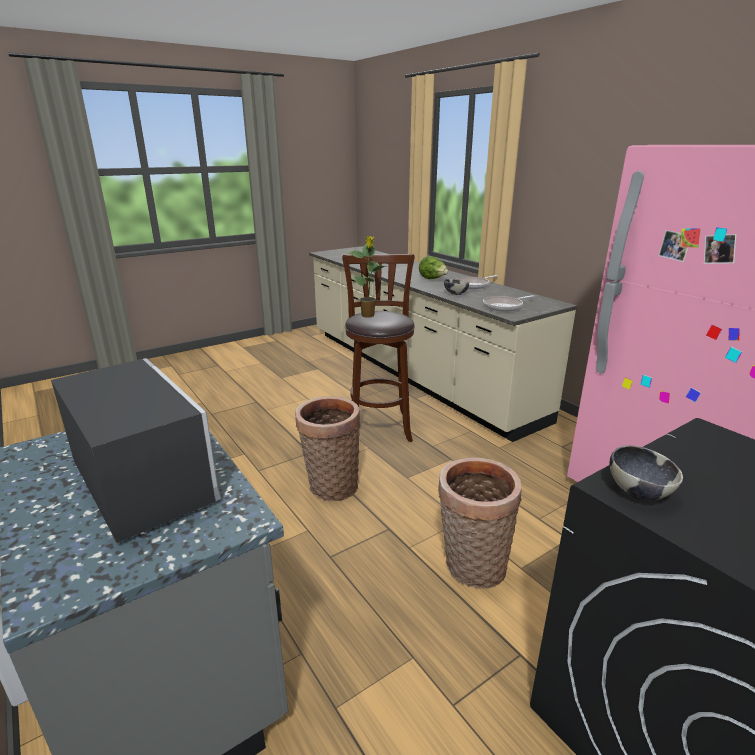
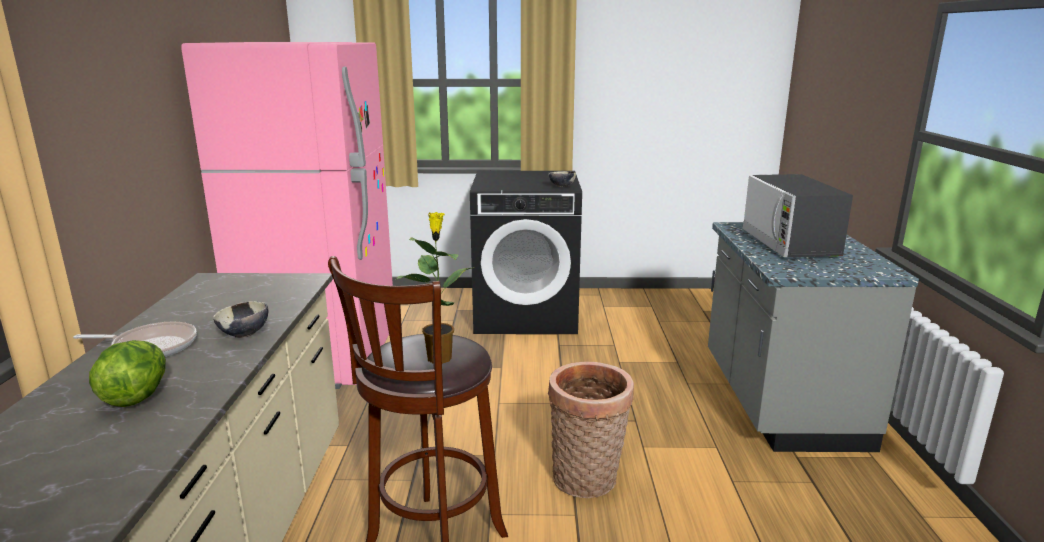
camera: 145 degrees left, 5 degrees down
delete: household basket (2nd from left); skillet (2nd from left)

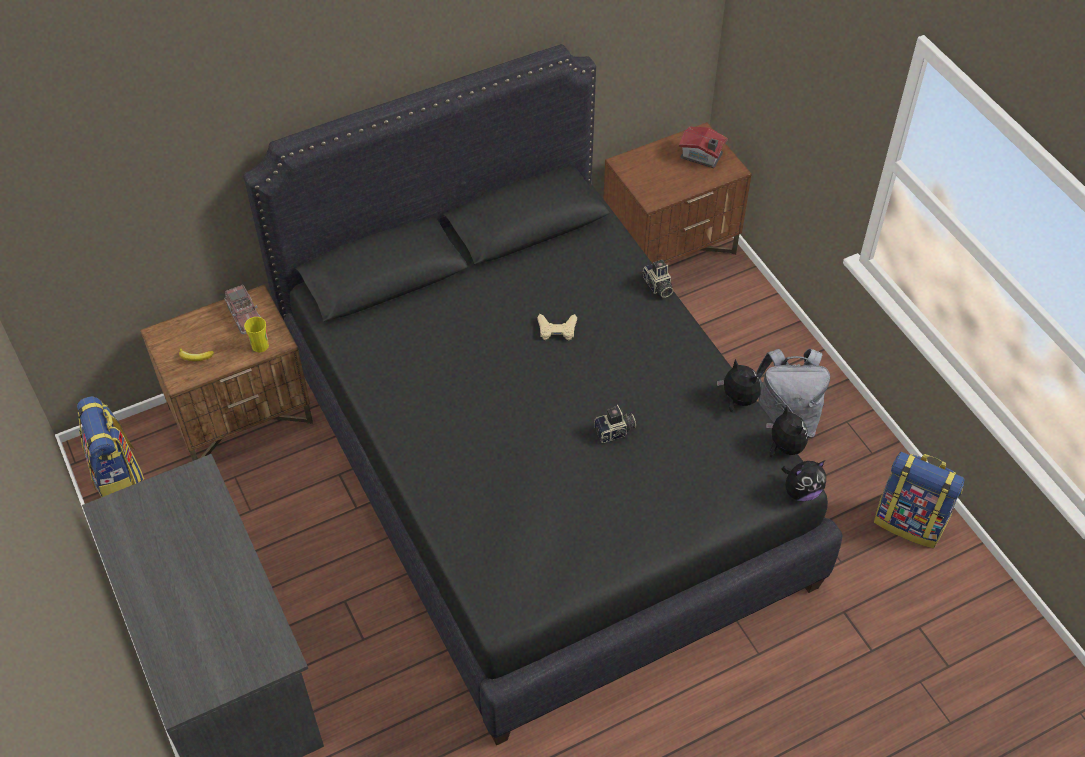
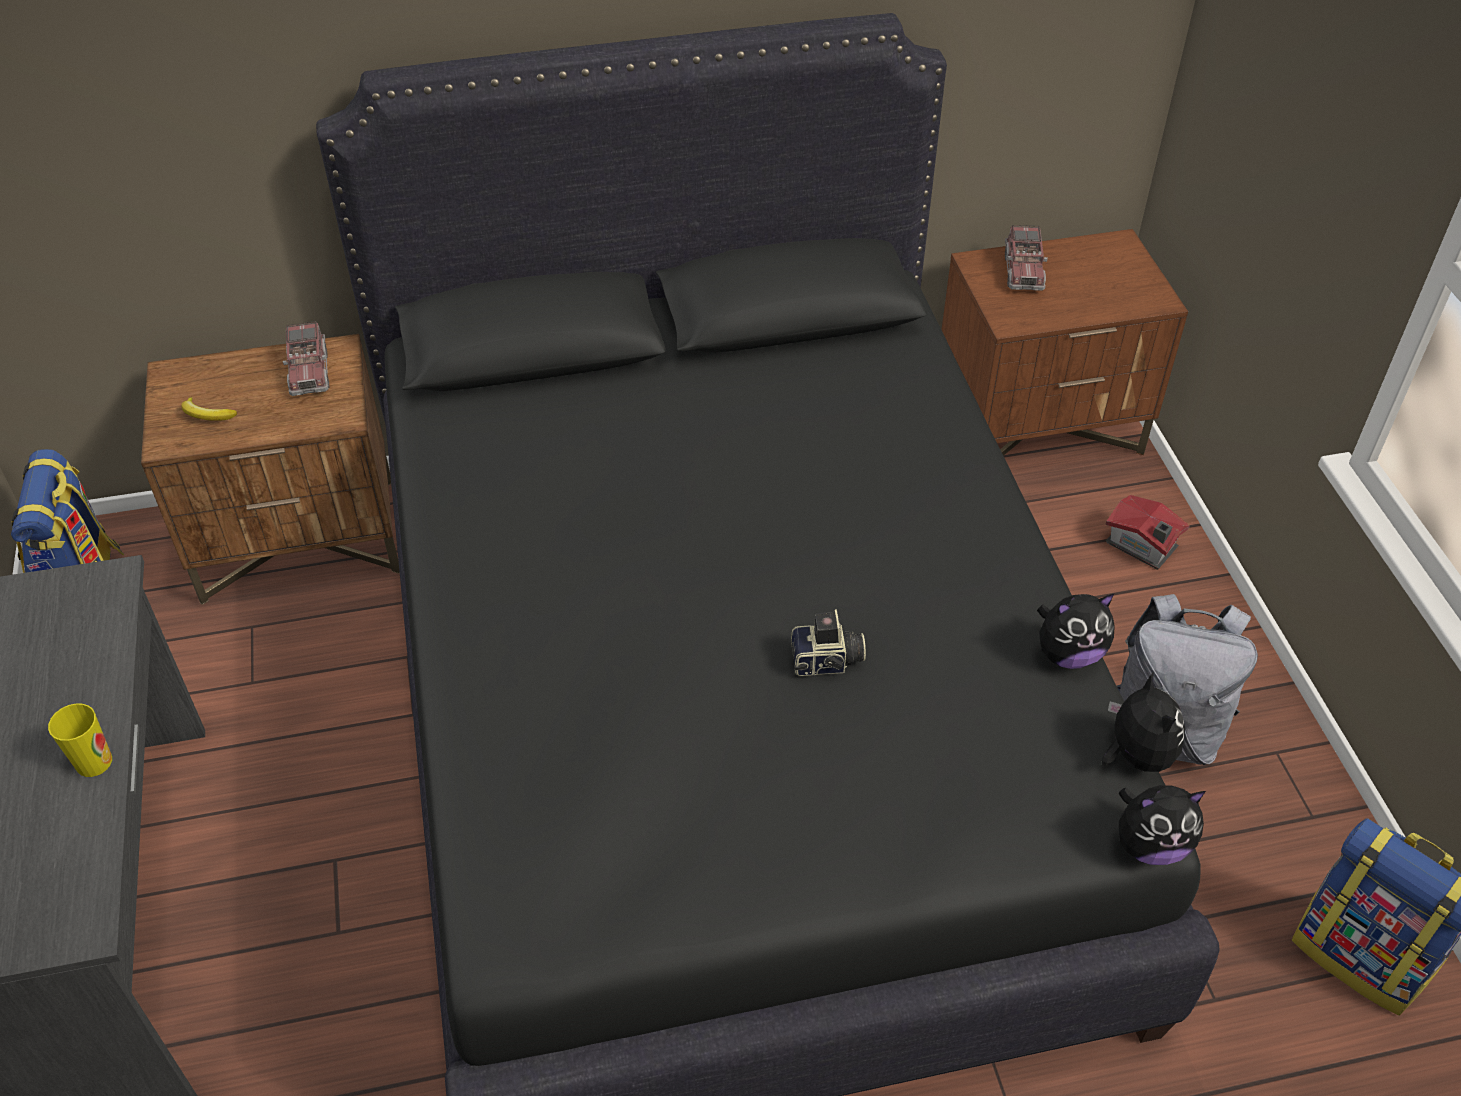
camera: 15 degrees right, 5 degrees down
delete: gamepad (sand-coloured); still camera (2nd from left)
insert: toy lorry (2nd from left)
move: drinking cup; model house
rotate: soft toy (1st from left) 105 degrees clockwise

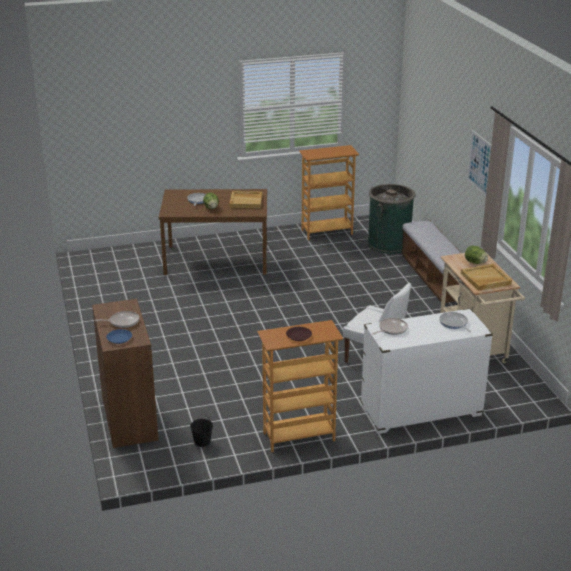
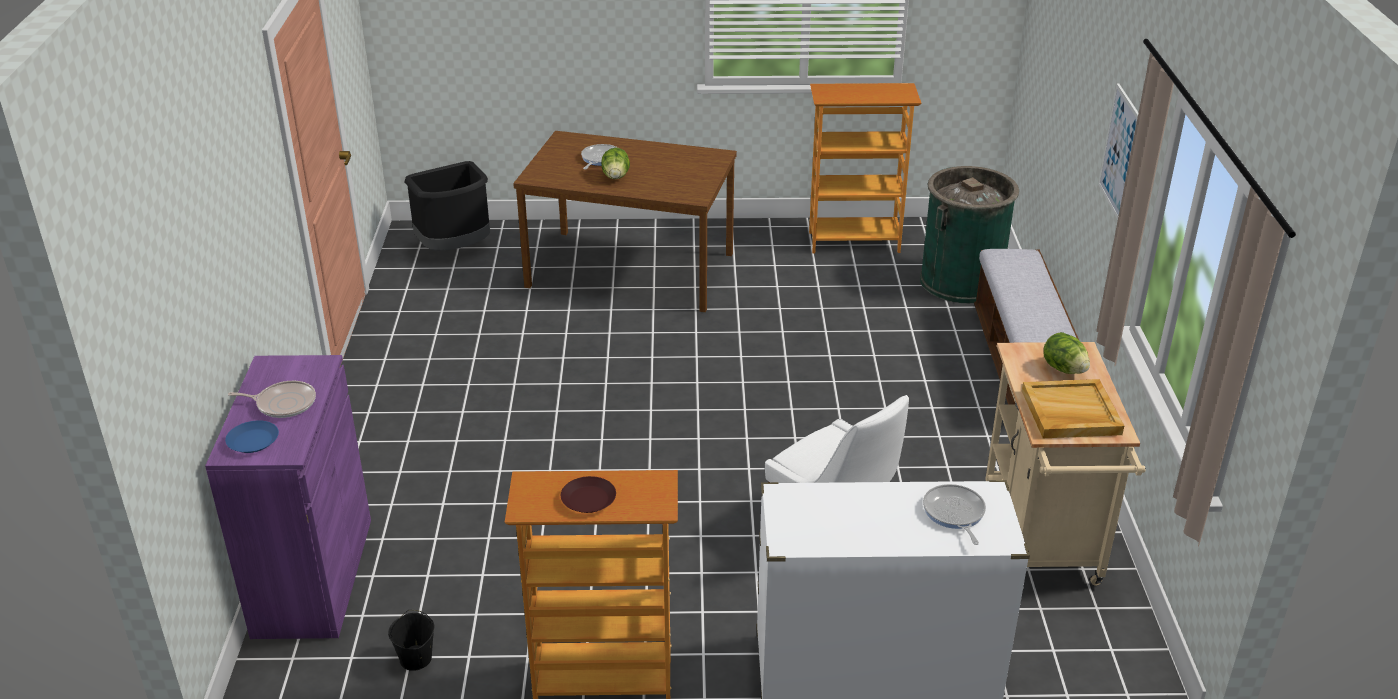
camera: 15 degrees right, 5 degrees up
delete: serving tray (sand-coloured) (1st from left); skillet (3rd from left)
insert: waste bin (black)
recolor: cupboard (brown-coloured) to cupboard (purplish)

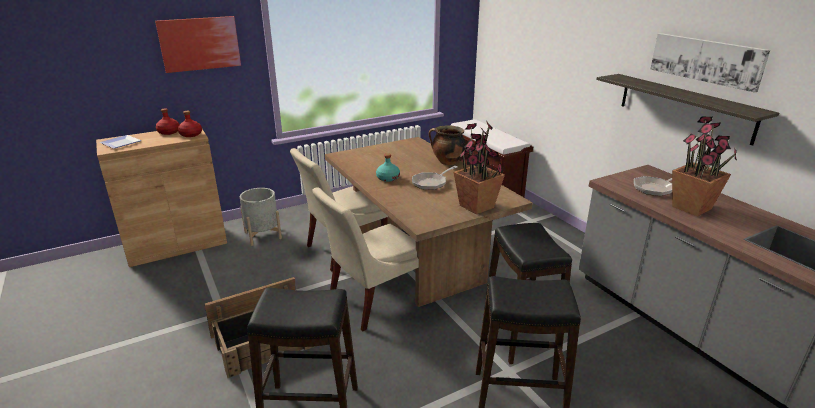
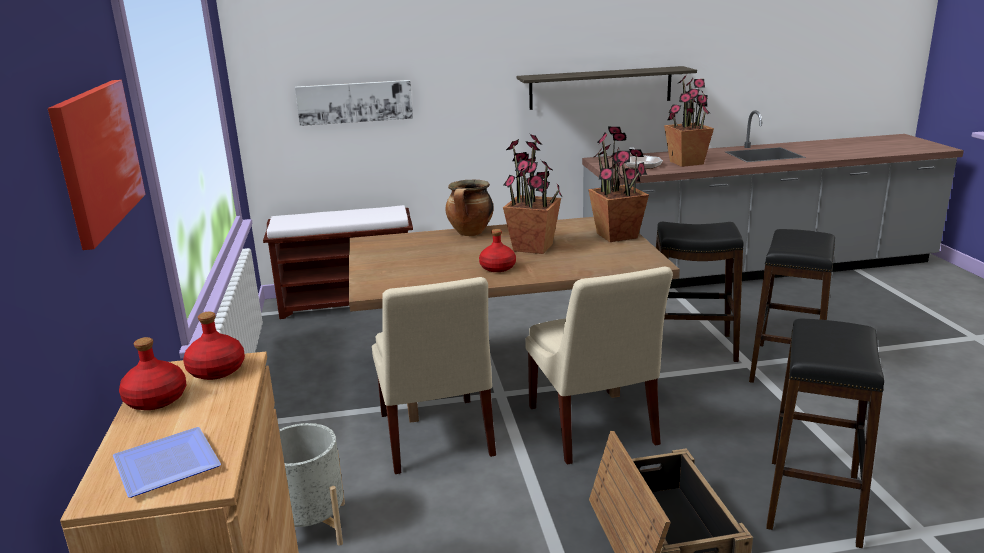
camera: 70 degrees left, 5 degrees down
move: wall art (2nd from left)
replace: skillet (1st from left) to houseplant (1st from left)
recolor: bottle (turquoise-coloured) to bottle (red-coloured) (3rd from left)

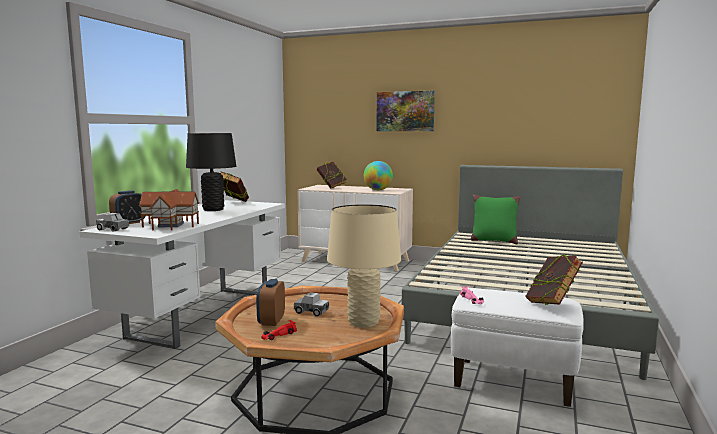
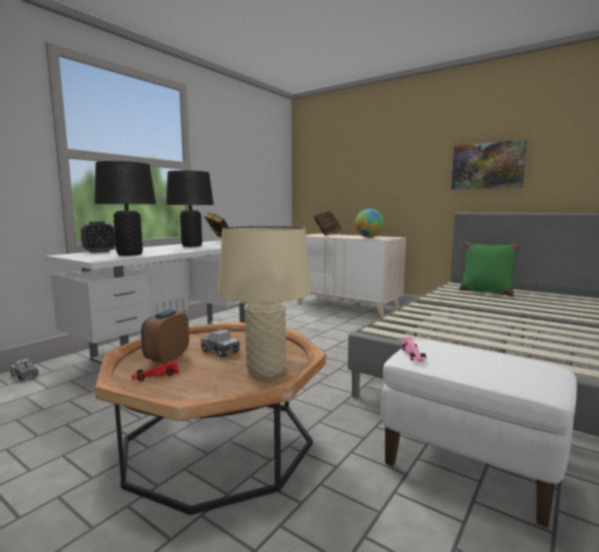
camera: 15 degrees right, 0 degrees up
delete: volume (3rd from left)
move: toy lorry (1st from left); wall art
replace: model house to tabletop lamp (black) (1st from left)

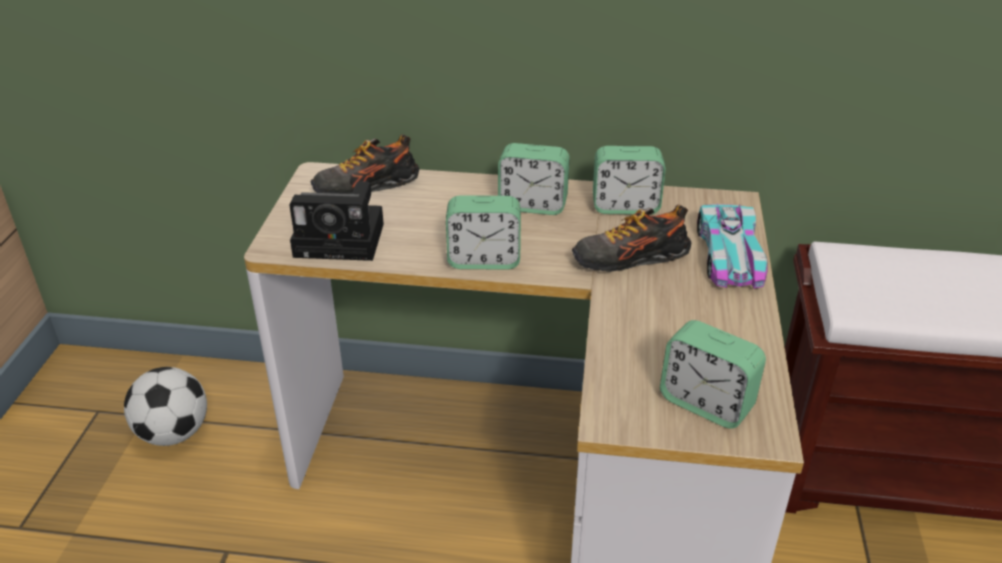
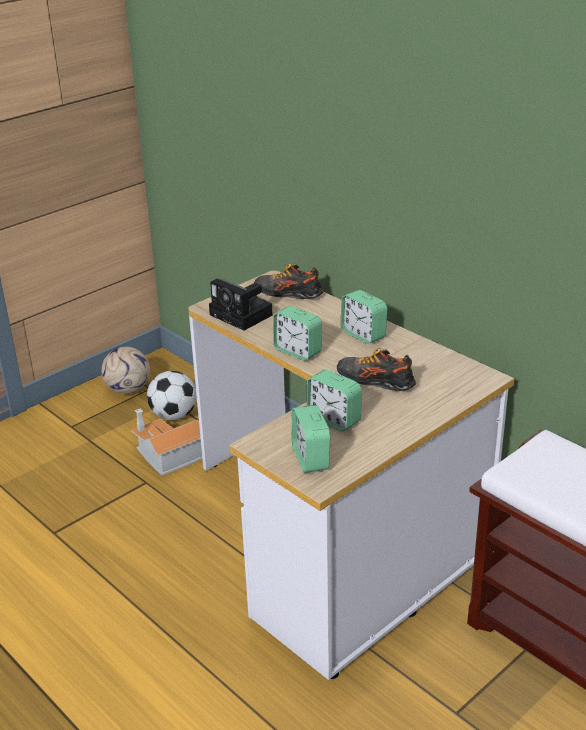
camera: 40 degrees right, 5 degrees down
delete: miniature car
insert: ball for football (1st from left); model house
move: bedside clock (3rd from left)

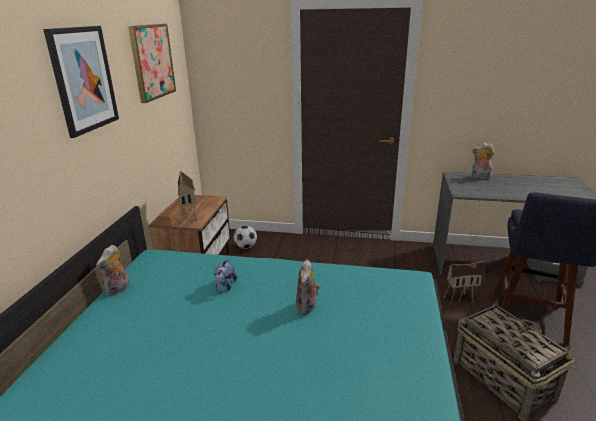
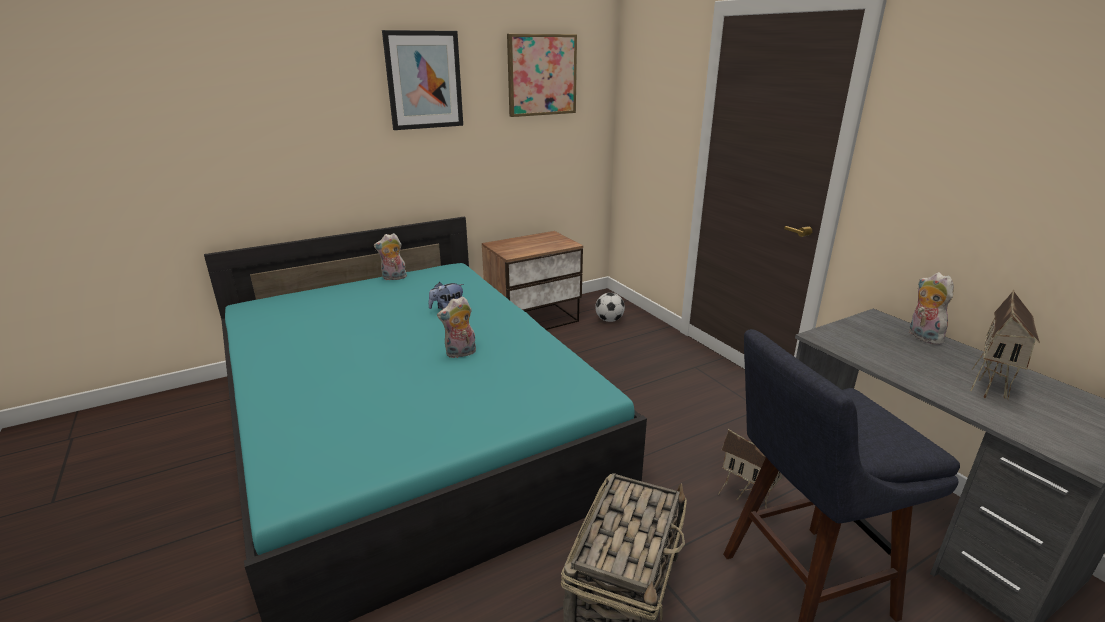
camera: 50 degrees right, 0 degrees up
move: model house (1st from left in the first image) to model house (2nd from left)

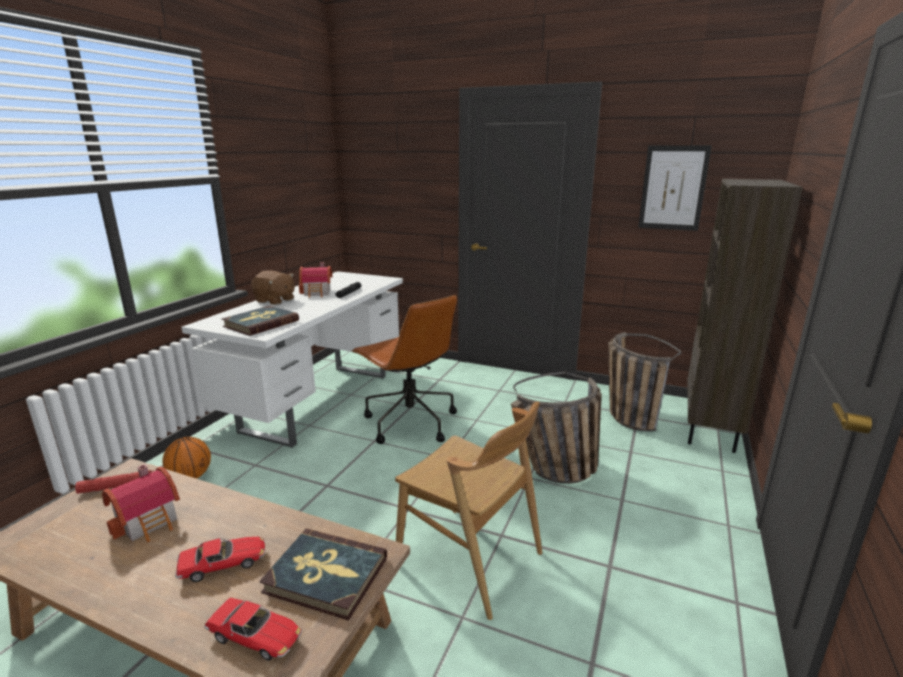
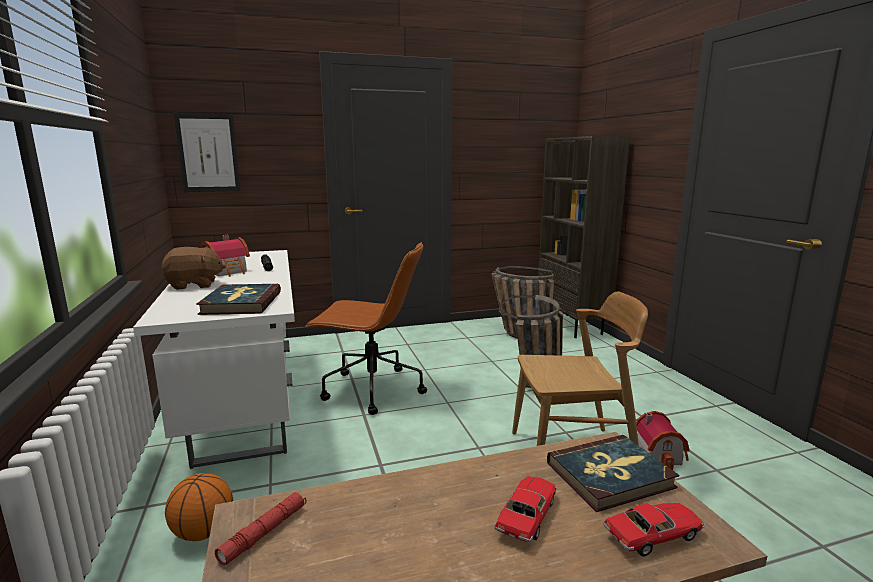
camera: 40 degrees left, 5 degrees down
move: model house (1st from left in the first image) to model house (2nd from left); wall art

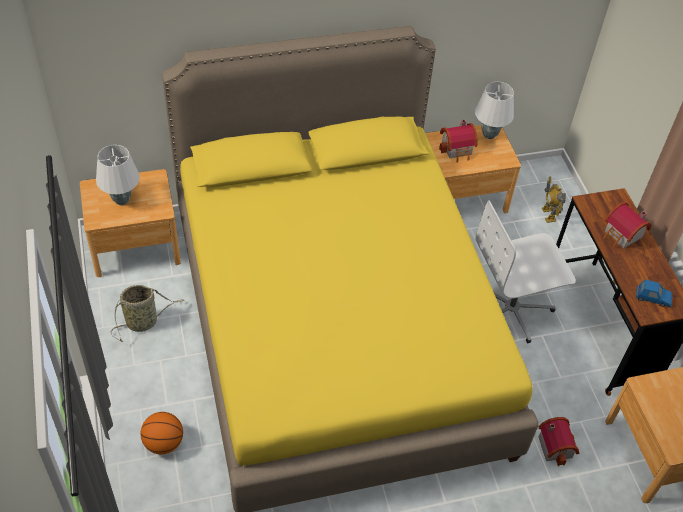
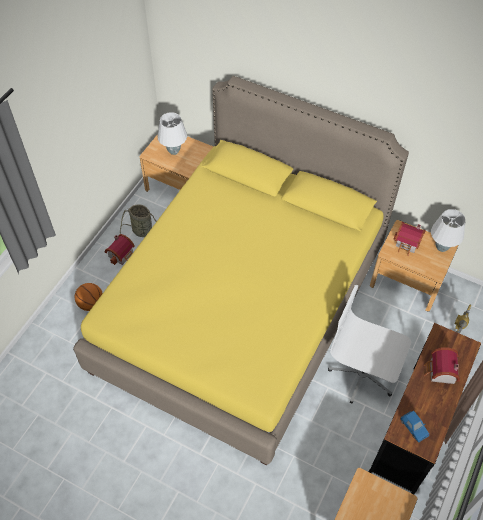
camera: 45 degrees right, 5 degrees up
move: model house (2nd from left in the first image) to model house (1st from left)

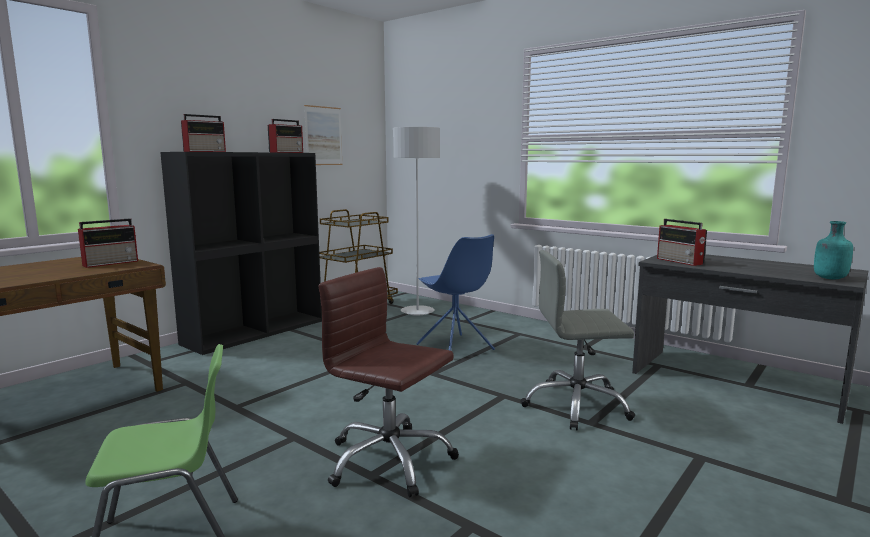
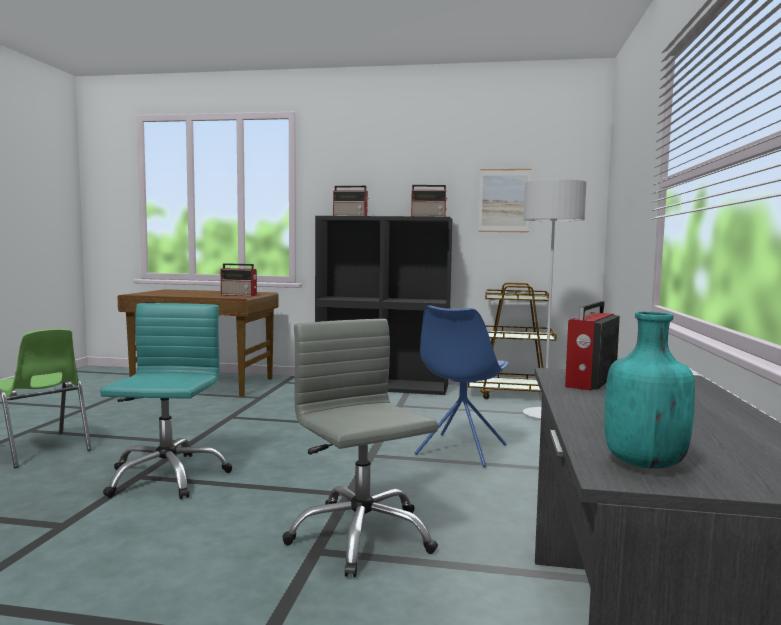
camera: 60 degrees right, 5 degrees down
recolor: office chair (brown-coloured) to office chair (turquoise-coloured)

